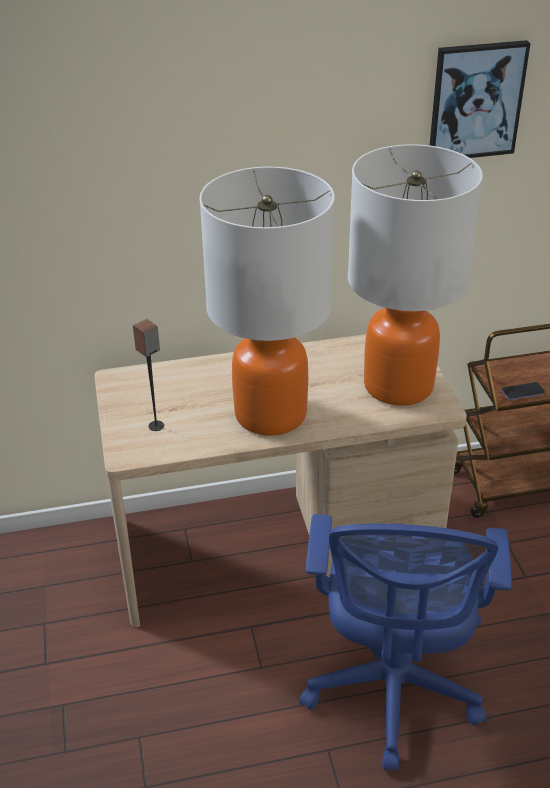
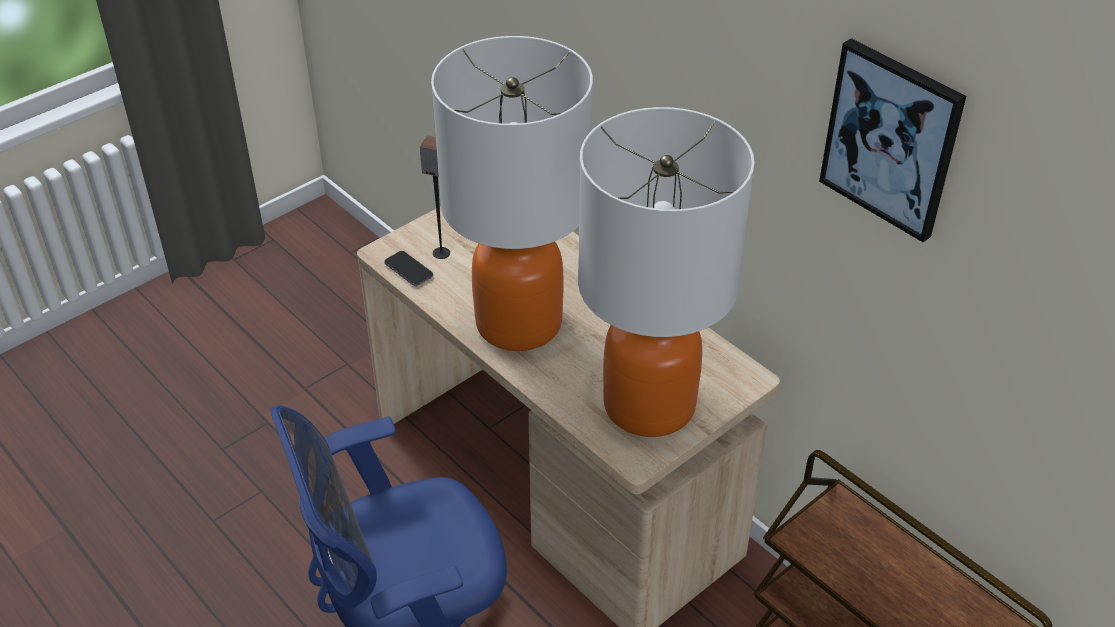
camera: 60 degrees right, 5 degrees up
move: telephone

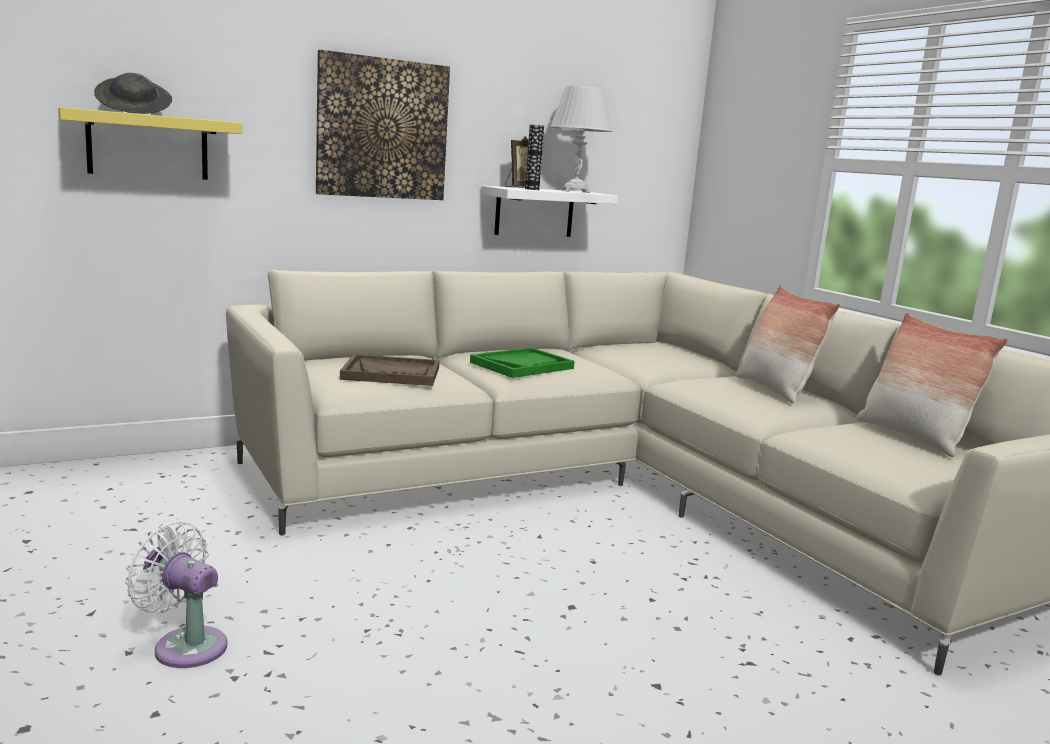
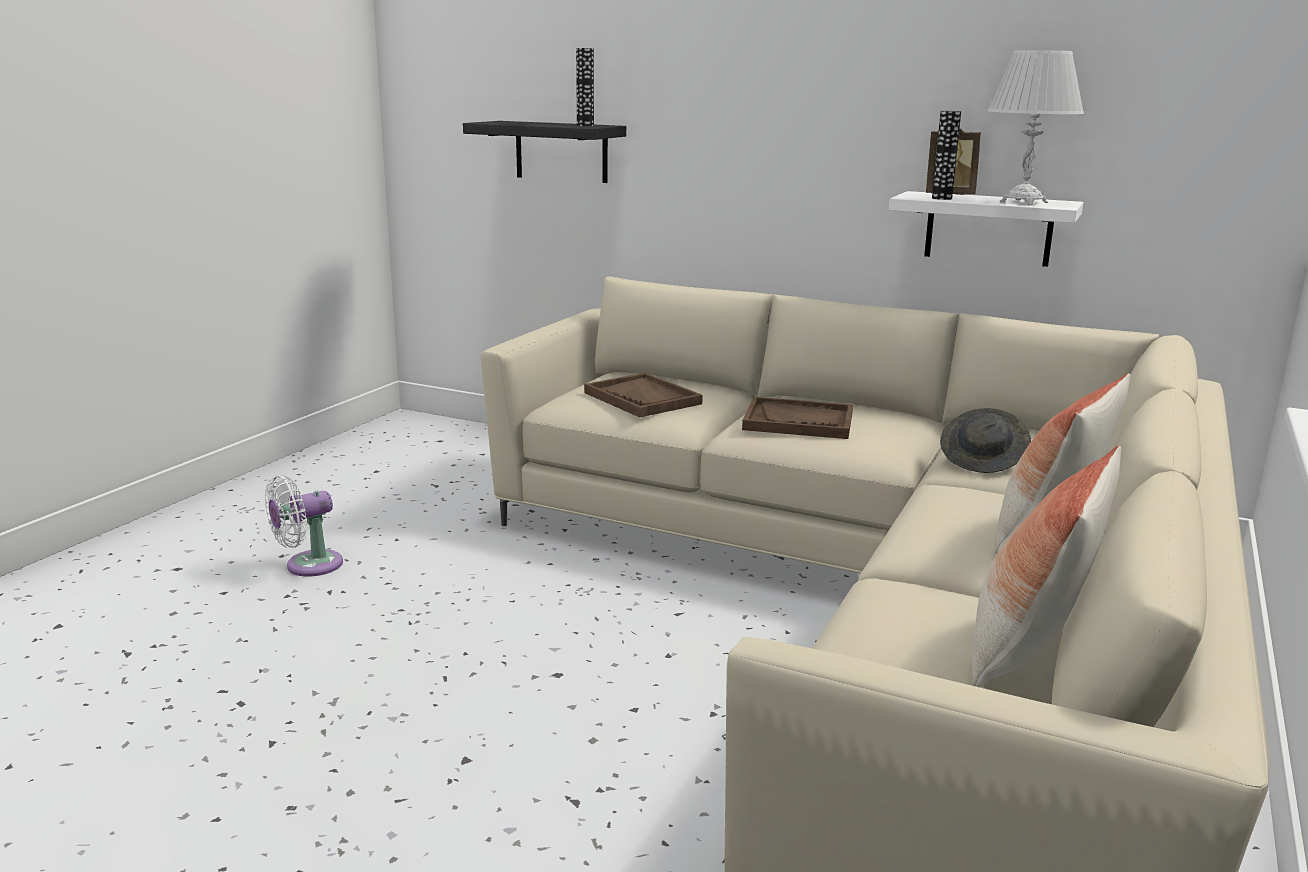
camera: 55 degrees right, 5 degrees up
delete: wall art
insert: vase (1st from left)
move: wearable hat (greyish)
recolor: wall shelf (yellow) to wall shelf (black); serving tray (green) to serving tray (brown-coloured) (2nd from left)
rotate: electric fan (white-coloured) 120 degrees counterclockwise

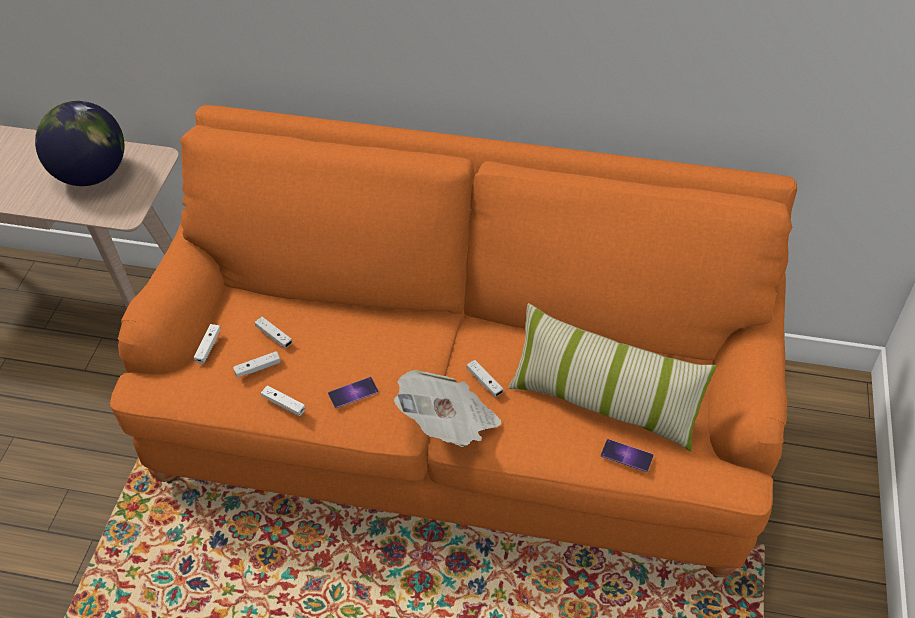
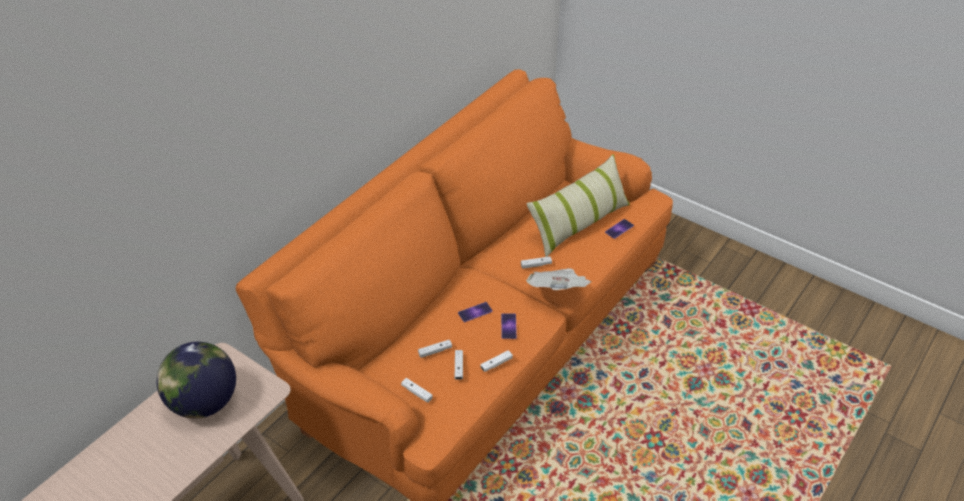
camera: 65 degrees left, 5 degrees down
insert: telephone (1st from left)

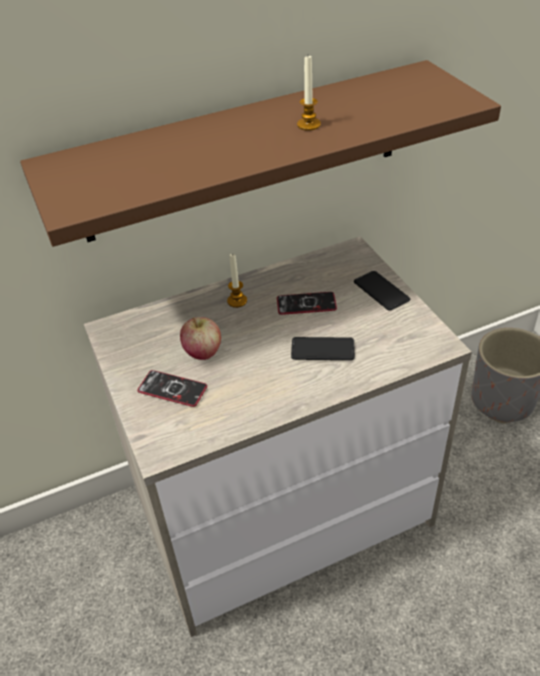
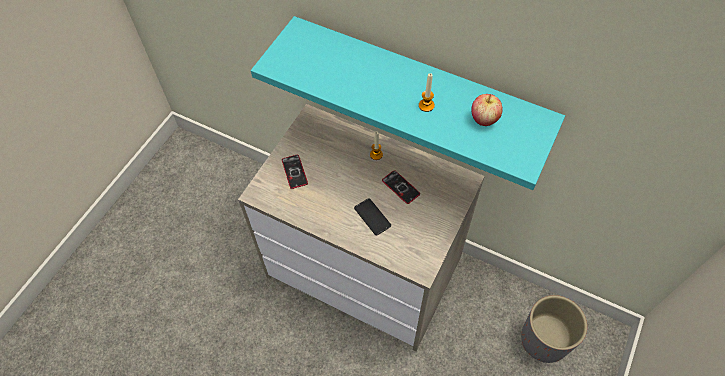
camera: 50 degrees right, 15 degrees up
delete: telephone (4th from left)
move: whole apple
recolor: wall shelf (brown-coloured) to wall shelf (turquoise-coloured)

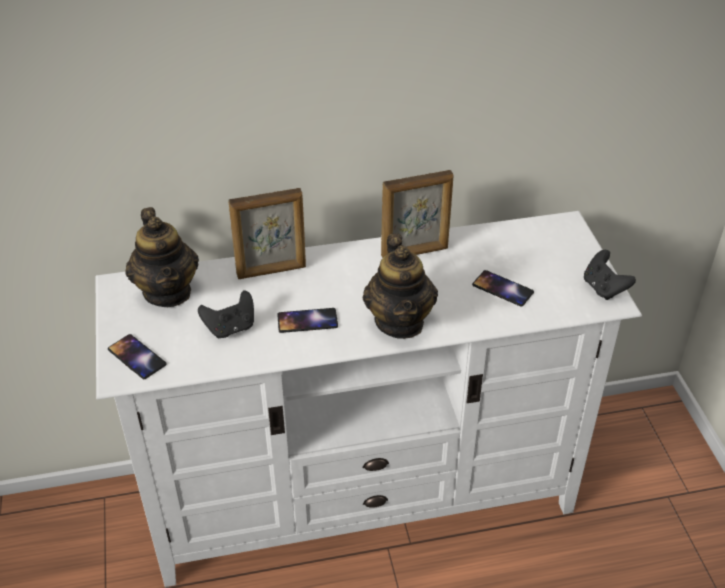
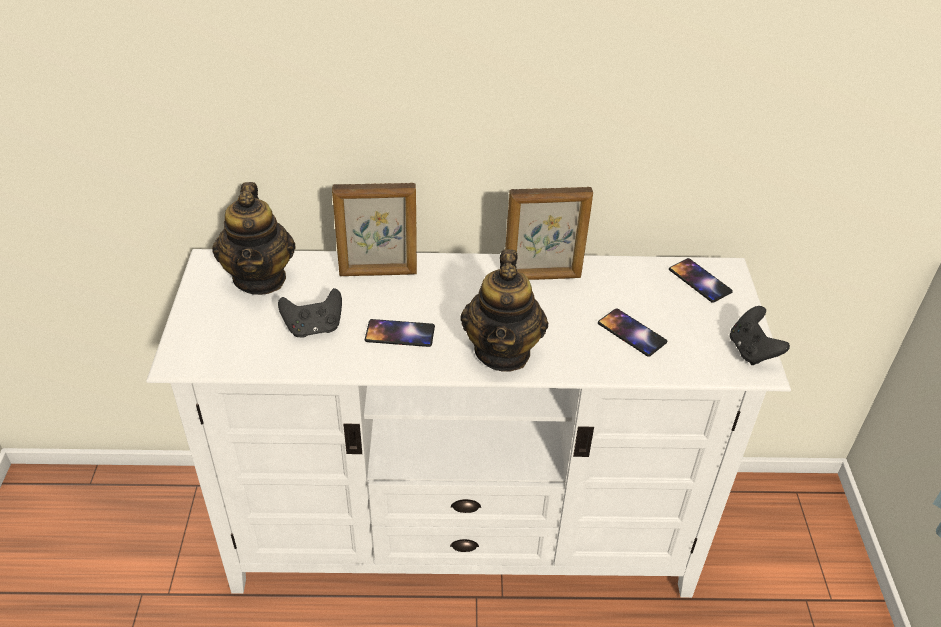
camera: 10 degrees right, 0 degrees up
move: telephone (1st from left in the first image) to telephone (3rd from left)

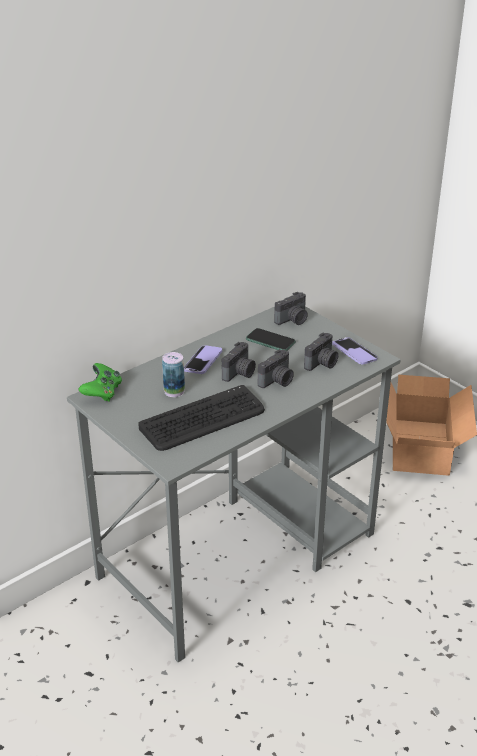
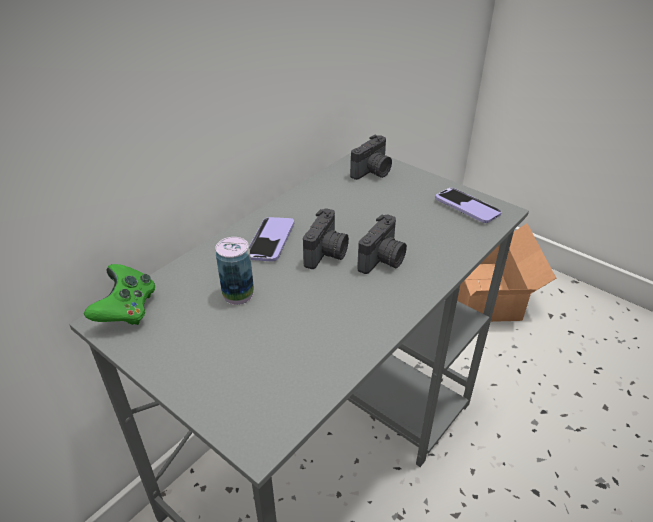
camera: 10 degrees left, 5 degrees up
delete: computer keyboard; telephone (2nd from left); still camera (4th from left)

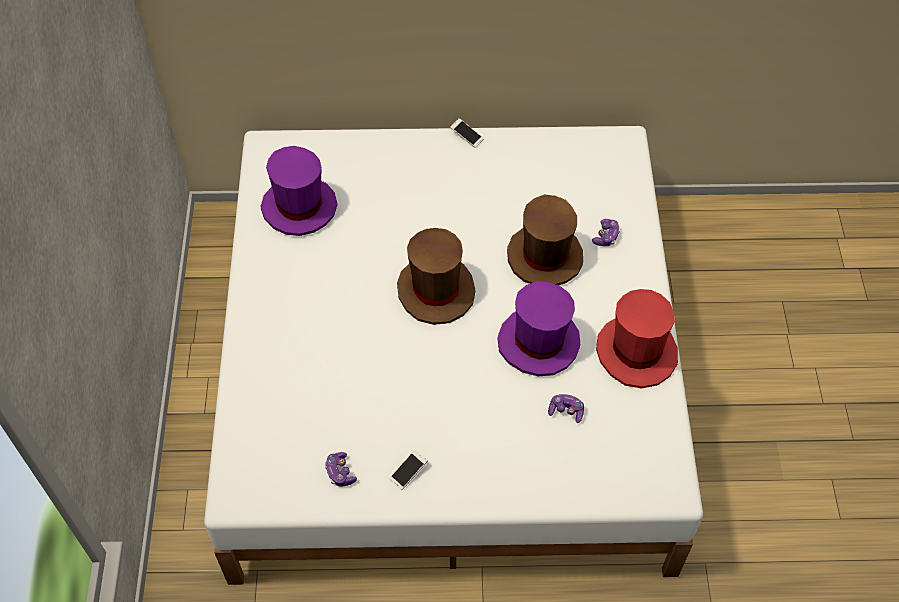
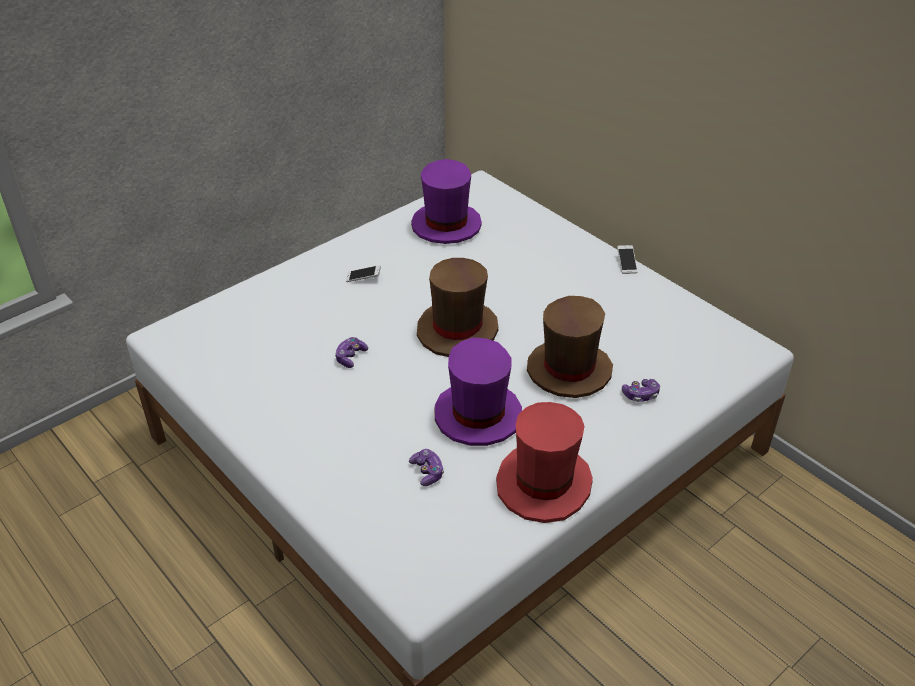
camera: 50 degrees right, 15 degrees down
move: gamepad (1st from left); telephone (1st from left)

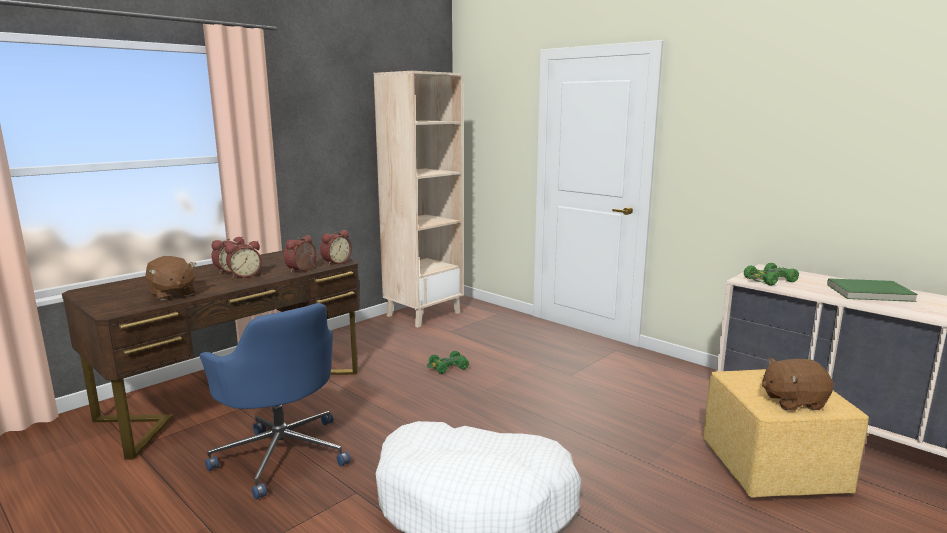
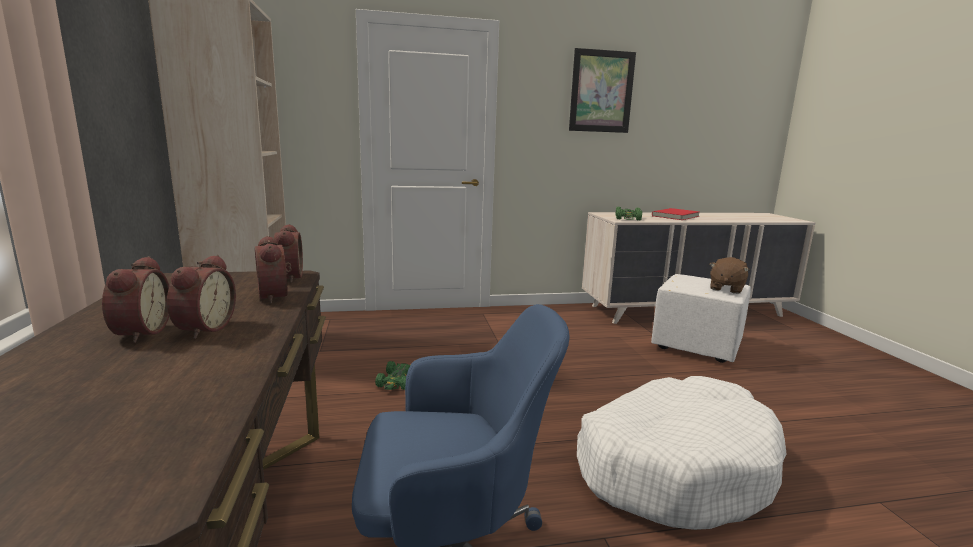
camera: 55 degrees left, 0 degrees up
delete: soft toy (brown-coloured) (1st from left)
insert: wall art
recolor: ottoman (yellow) to ottoman (white-coloured); volume (green) to volume (red-coloured)

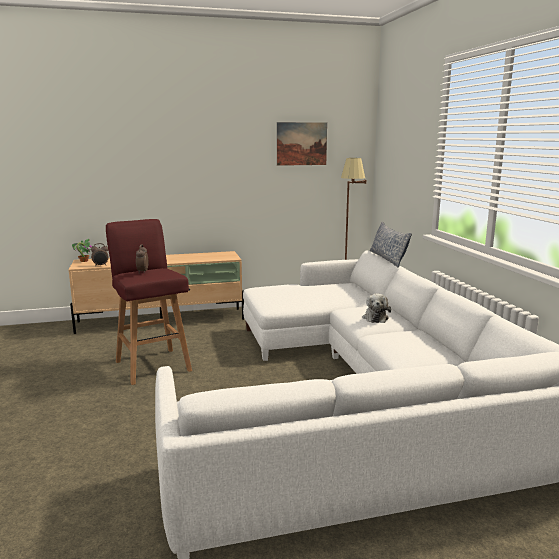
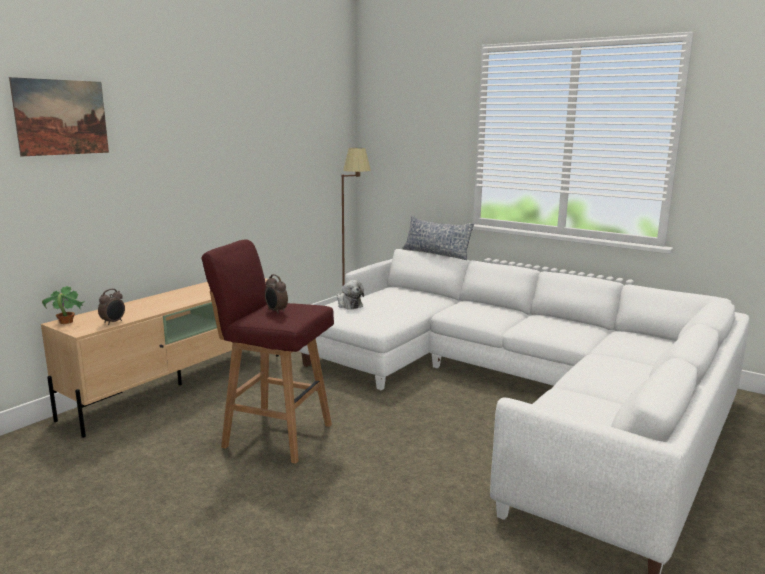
camera: 40 degrees left, 0 degrees up
move: wall art; soft toy

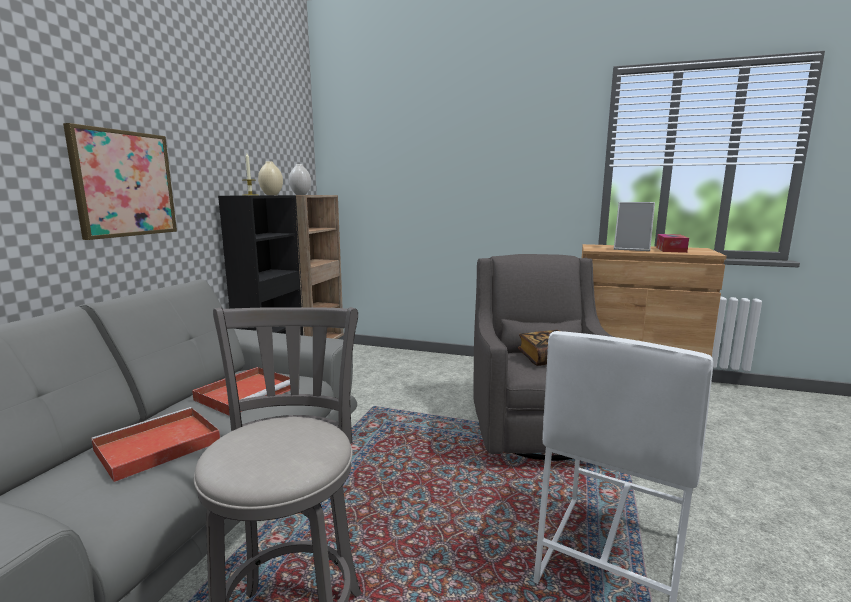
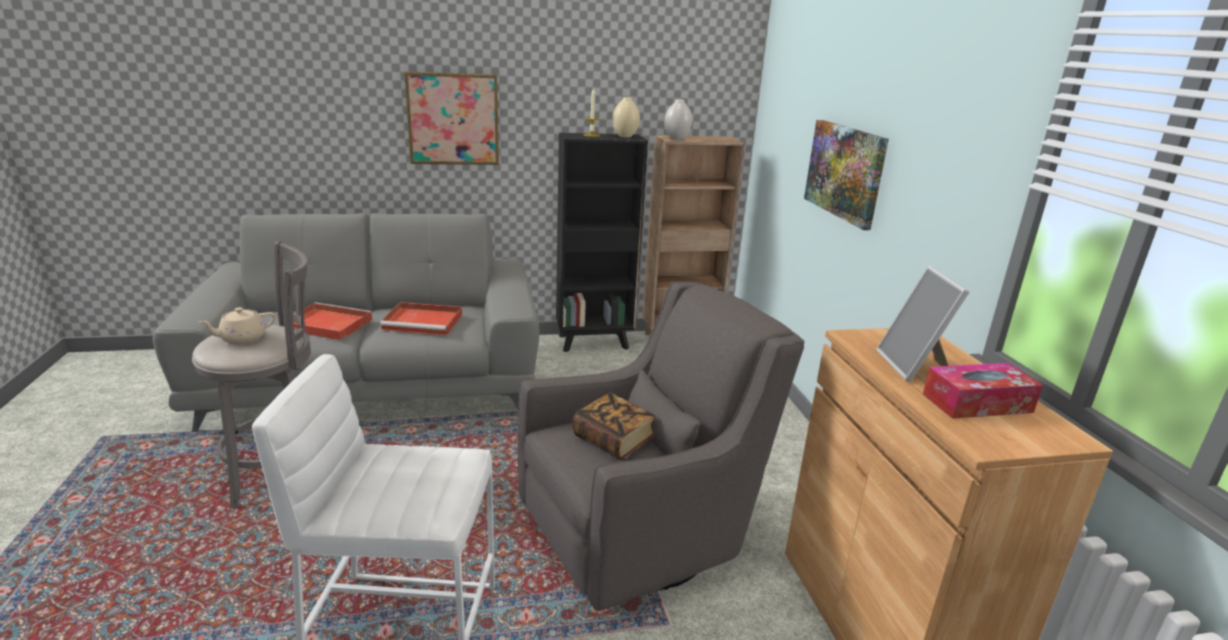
camera: 60 degrees right, 10 degrees up
insert: tea pot (sand-coloured); wall art (2nd from left)

